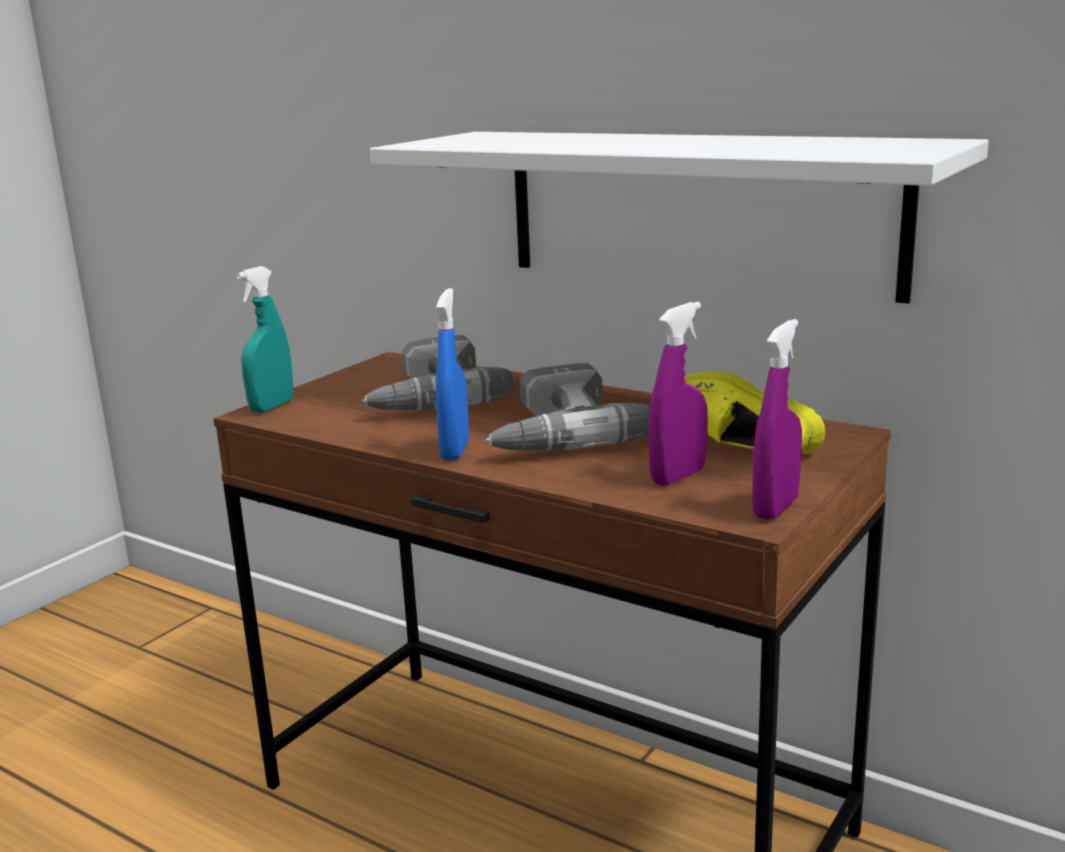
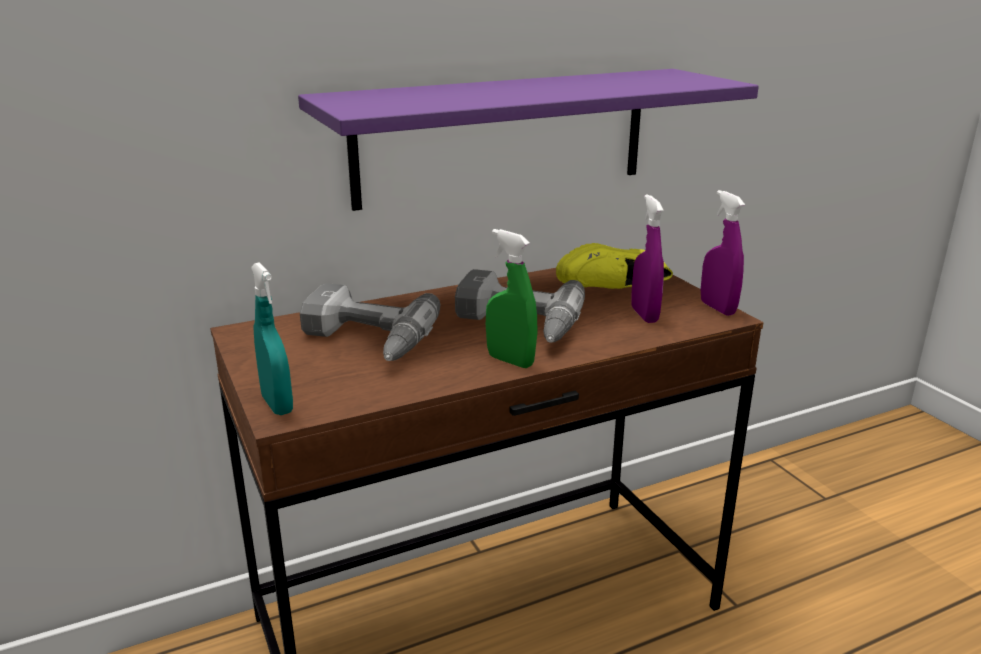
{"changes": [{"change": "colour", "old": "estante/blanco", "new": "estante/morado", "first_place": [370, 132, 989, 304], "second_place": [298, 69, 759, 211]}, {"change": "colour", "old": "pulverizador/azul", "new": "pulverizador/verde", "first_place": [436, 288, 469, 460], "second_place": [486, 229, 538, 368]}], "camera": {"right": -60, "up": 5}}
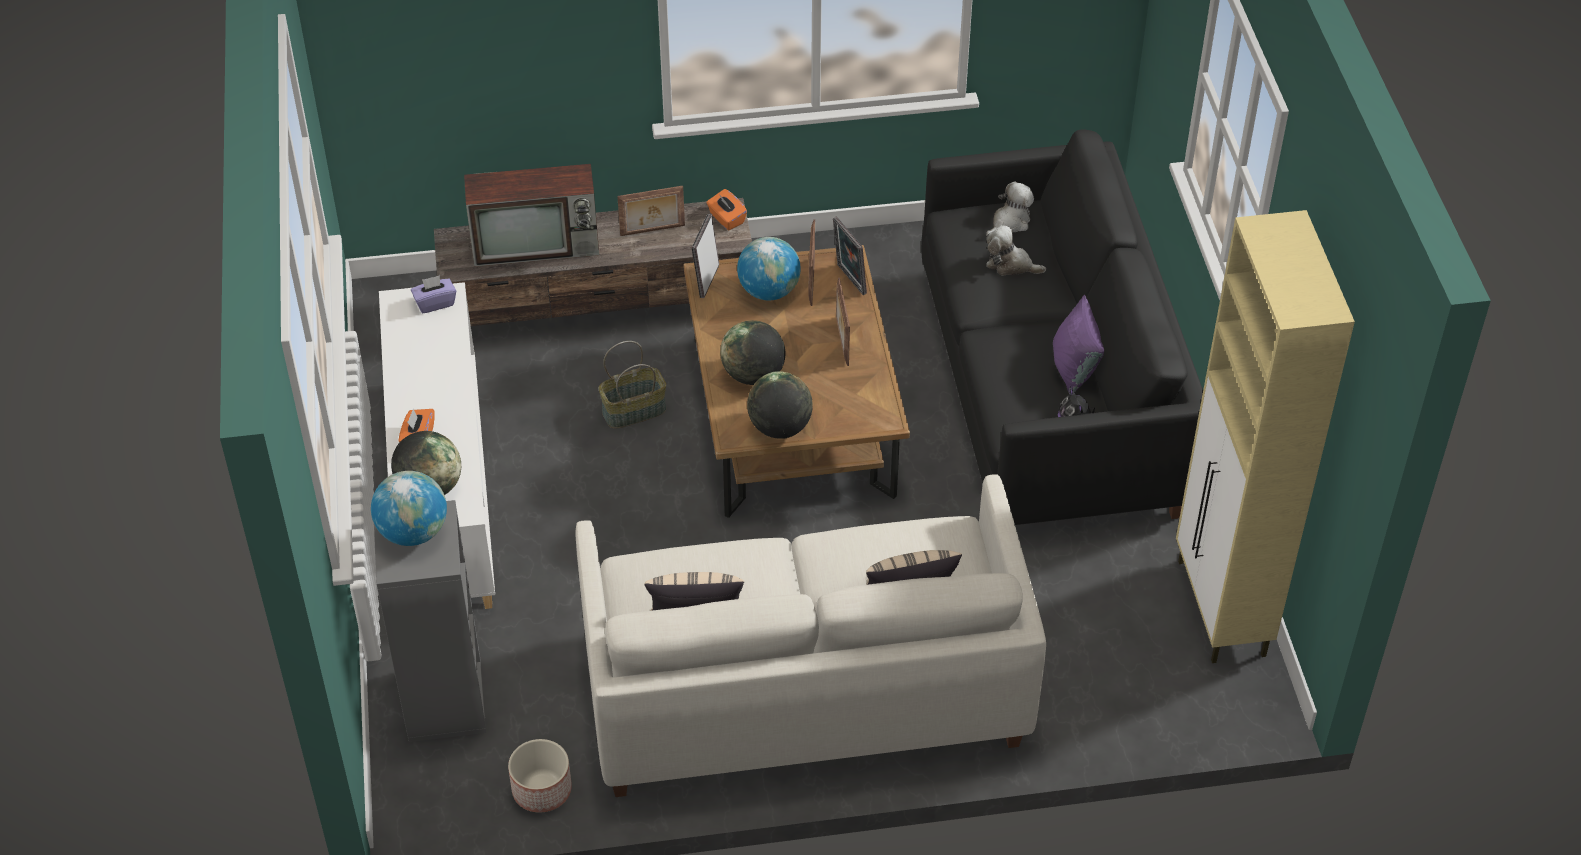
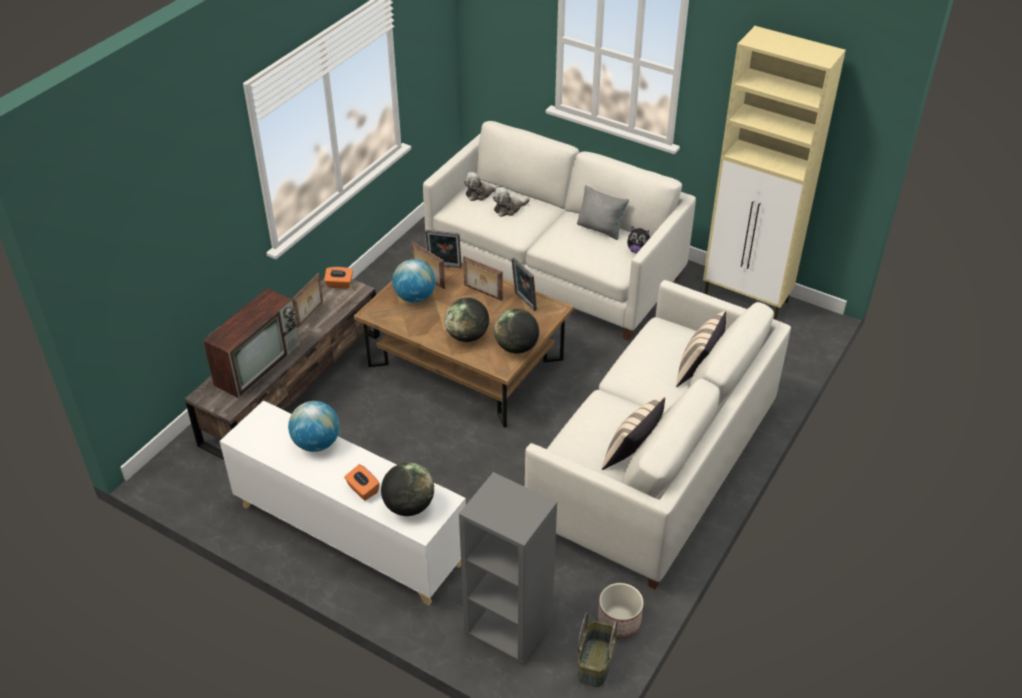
{"changes": [{"change": "colour", "old": "sofá/negro", "new": "sofá/blanco", "first_place": [921, 130, 1203, 525], "second_place": [423, 121, 696, 341]}, {"change": "spun", "old": "peluche", "first_place": [986, 181, 1034, 236], "second_place": [464, 172, 502, 201], "degrees": -105}, {"change": "relocated", "old": "portarretratos", "first_place": [692, 214, 719, 298], "second_place": [511, 258, 537, 311]}, {"change": "missing", "old": "caja de pañuelos/morado", "first_place": [411, 275, 456, 313]}, {"change": "colour", "old": "cojín/morado", "new": "cojín/gris", "first_place": [1053, 295, 1104, 394], "second_place": [577, 185, 629, 240]}, {"change": "relocated", "old": "cesta", "first_place": [598, 341, 666, 429], "second_place": [578, 612, 618, 687]}, {"change": "relocated", "old": "globo terráqueo", "first_place": [371, 471, 447, 546], "second_place": [288, 401, 340, 452]}], "camera": {"right": -50, "up": -5}}
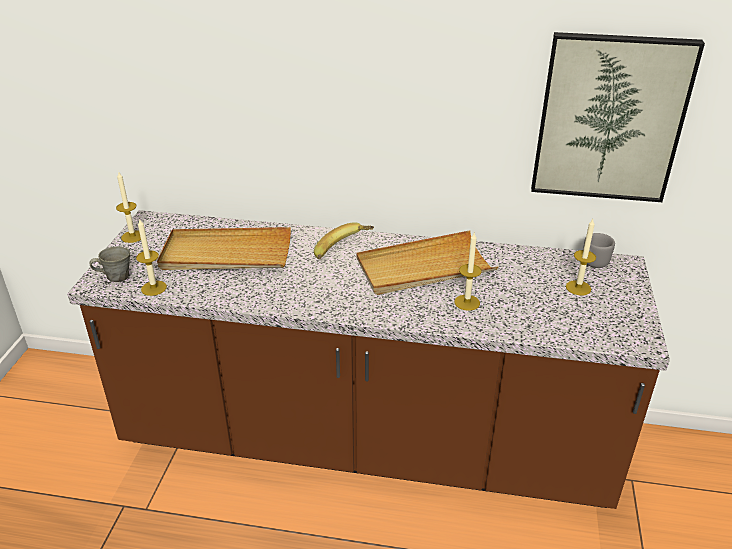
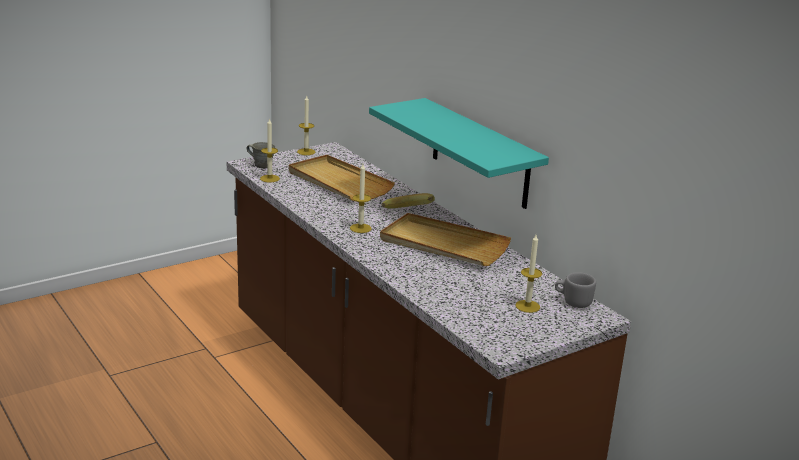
{"changes": [{"change": "missing", "old": "cuadro", "first_place": [531, 32, 705, 202]}, {"change": "relocated", "old": "vela", "first_place": [455, 233, 482, 311], "second_place": [350, 164, 372, 233]}, {"change": "appeared", "new": "estante/turquesa", "second_place": [369, 98, 549, 209]}], "camera": {"right": 45, "up": -10}}
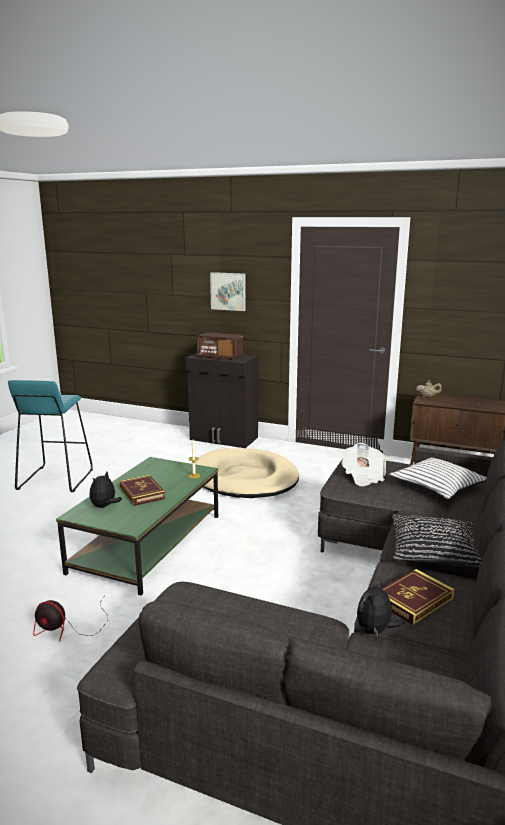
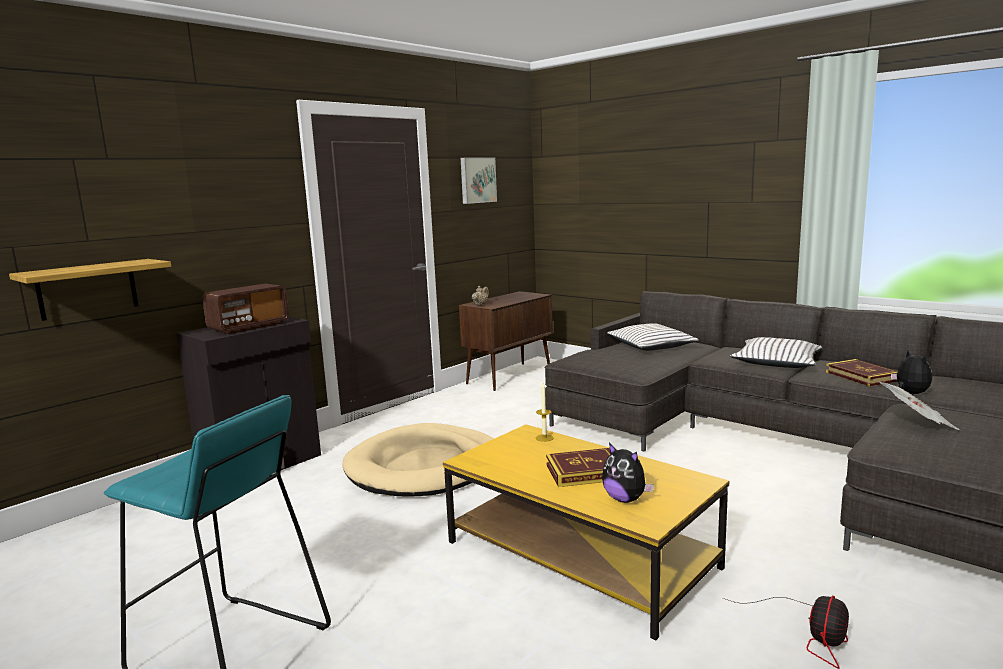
{"changes": [{"change": "relocated", "old": "cuadro", "first_place": [210, 272, 246, 311], "second_place": [461, 157, 497, 204]}, {"change": "relocated", "old": "periódico", "first_place": [341, 443, 386, 486], "second_place": [879, 382, 960, 430]}, {"change": "colour", "old": "mesa de centro/verde", "new": "mesa de centro/amarillo", "first_place": [56, 457, 218, 596], "second_place": [443, 424, 729, 640]}, {"change": "colour", "old": "cojín/negro", "new": "cojín/blanco", "first_place": [392, 514, 482, 568], "second_place": [730, 337, 822, 368]}, {"change": "spun", "old": "peluche", "first_place": [357, 579, 404, 636], "second_place": [891, 349, 932, 394], "degrees": -150}, {"change": "appeared", "new": "estante", "second_place": [9, 259, 171, 321]}], "camera": {"right": -70, "up": -5}}
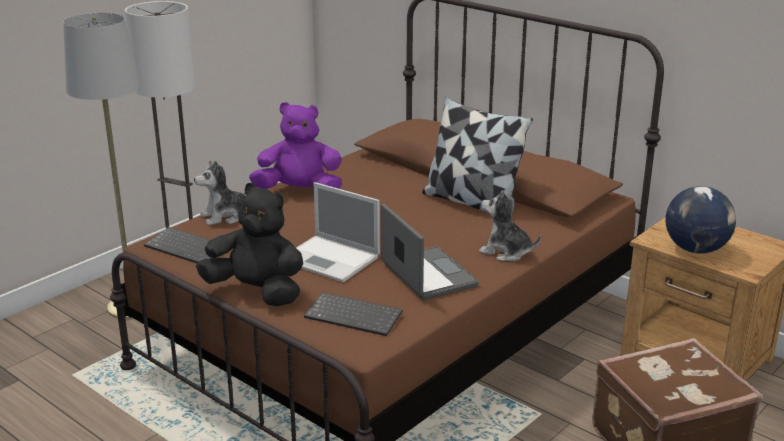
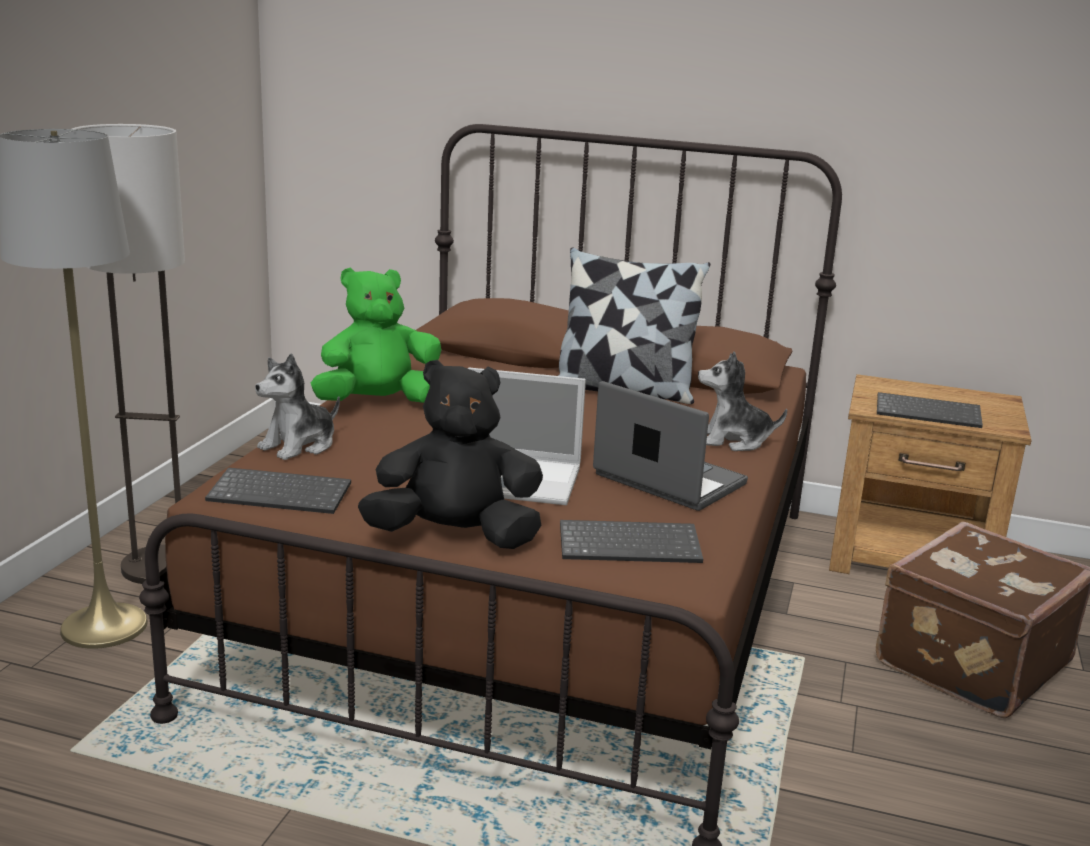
{"changes": [{"change": "colour", "old": "peluche/morado", "new": "peluche/verde", "first_place": [249, 102, 342, 191], "second_place": [311, 268, 441, 403]}, {"change": "exchanged", "old": "globo terráqueo", "new": "teclado", "first_place": [666, 186, 736, 254], "second_place": [877, 392, 983, 428]}], "camera": {"right": -25, "up": -5}}
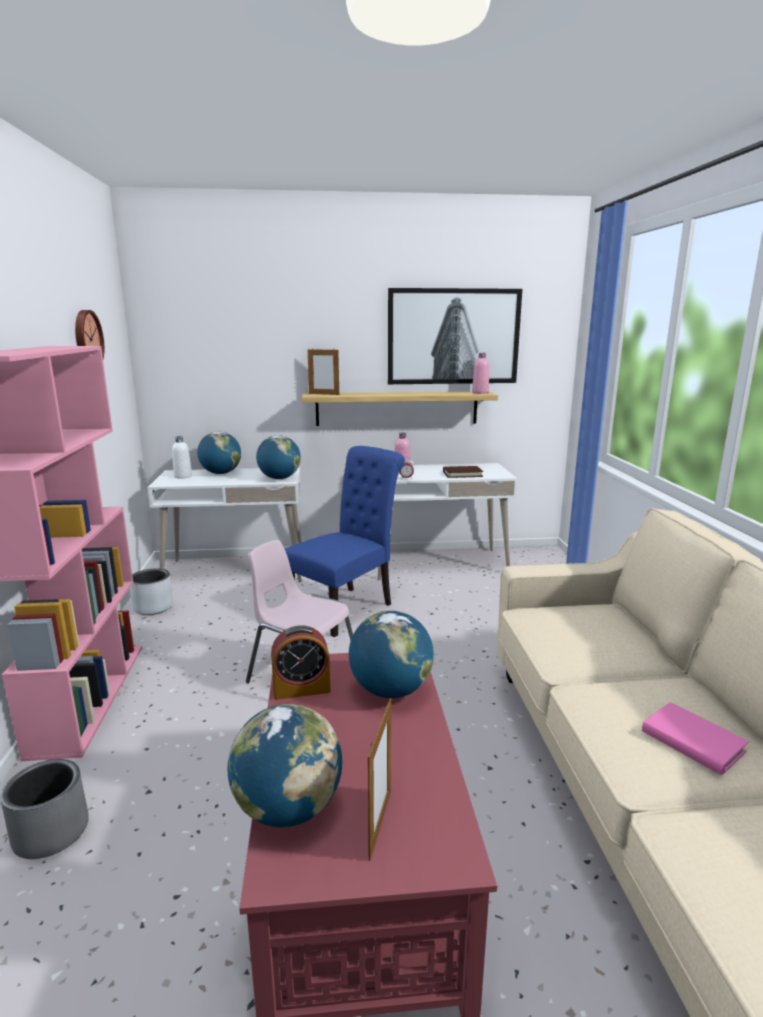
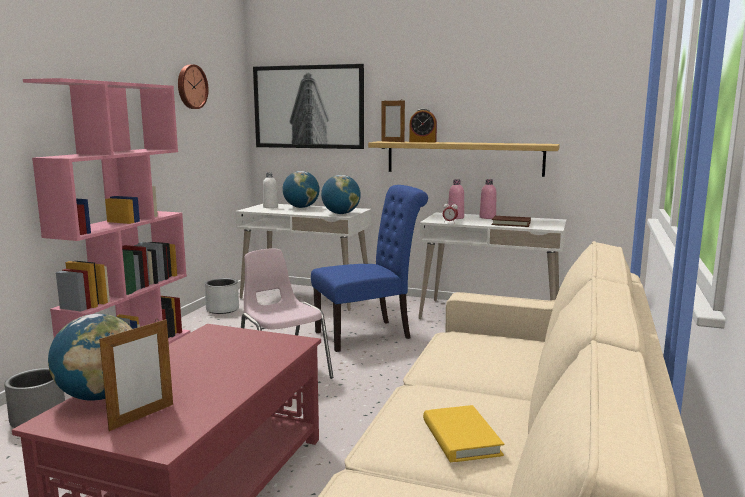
{"changes": [{"change": "relocated", "old": "cuadro", "first_place": [388, 288, 522, 384], "second_place": [253, 64, 364, 149]}, {"change": "relocated", "old": "botella/rosa", "first_place": [472, 353, 489, 394], "second_place": [480, 179, 496, 219]}, {"change": "missing", "old": "globo terráqueo", "first_place": [349, 611, 434, 698]}, {"change": "relocated", "old": "despertador", "first_place": [271, 626, 330, 700], "second_place": [409, 109, 437, 142]}, {"change": "colour", "old": "libro/rosa", "new": "libro/amarillo", "first_place": [642, 702, 749, 775], "second_place": [423, 405, 504, 462]}], "camera": {"right": 25, "up": -5}}
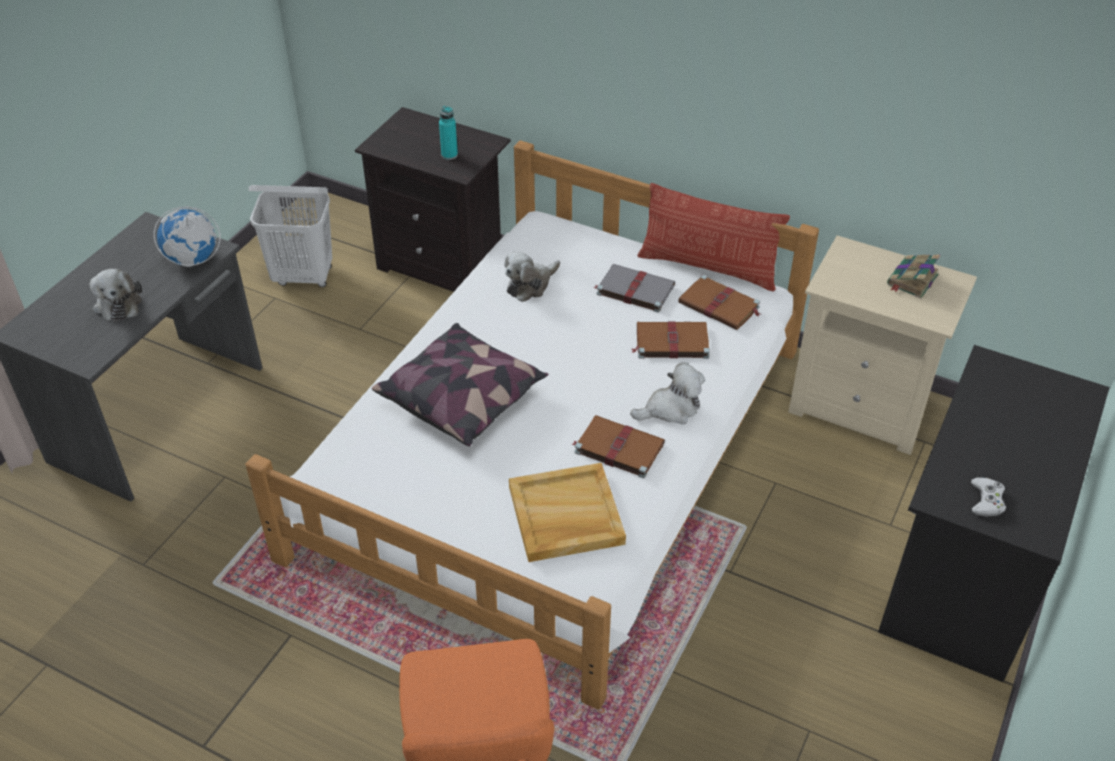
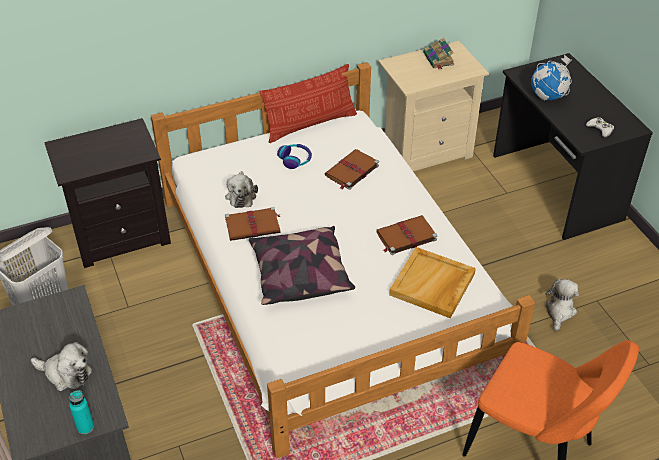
{"changes": [{"change": "relocated", "old": "botella/turquesa", "first_place": [439, 106, 458, 160], "second_place": [69, 390, 94, 434]}, {"change": "relocated", "old": "globo terráqueo", "first_place": [154, 206, 221, 267], "second_place": [531, 54, 572, 100]}, {"change": "exchanged", "old": "libro/gris", "new": "auriculares", "first_place": [594, 264, 675, 312], "second_place": [277, 144, 312, 169]}, {"change": "relocated", "old": "libro/marrón", "first_place": [678, 275, 760, 330], "second_place": [225, 207, 281, 241]}, {"change": "relocated", "old": "peluche", "first_place": [630, 362, 705, 425], "second_place": [545, 279, 579, 331]}], "camera": {"right": -50, "up": 0}}
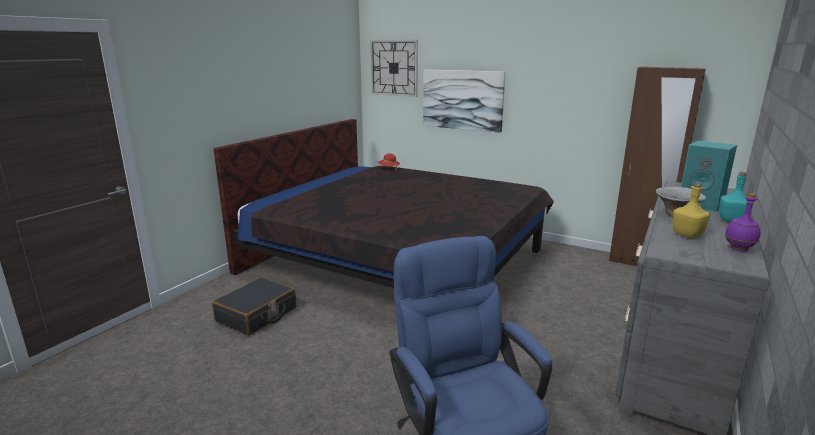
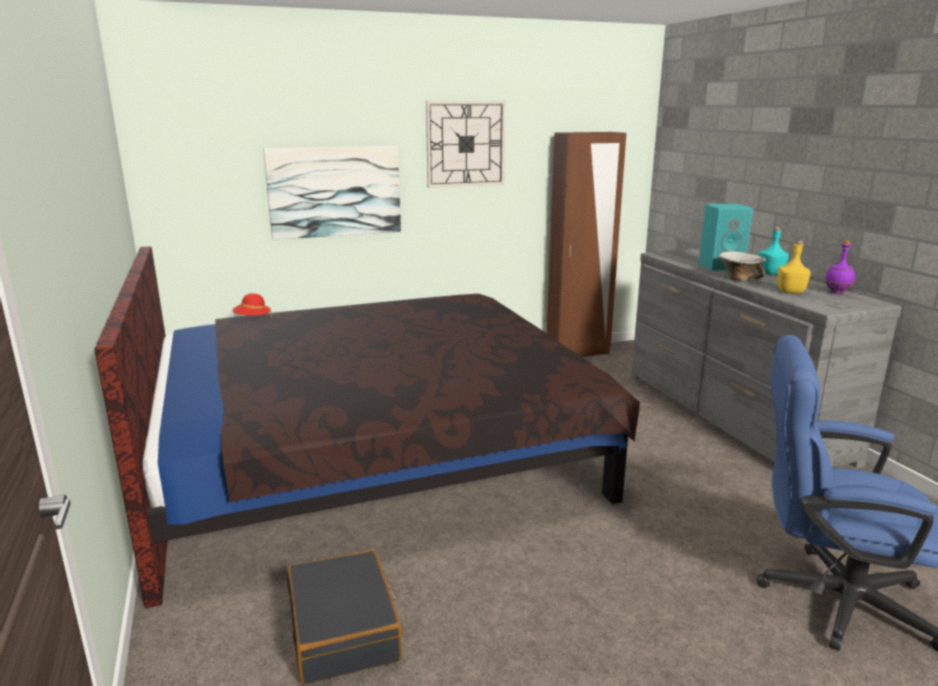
{"changes": [{"change": "relocated", "old": "reloj de pared", "first_place": [370, 40, 418, 97], "second_place": [426, 101, 506, 188]}], "camera": {"right": -50, "up": 0}}
